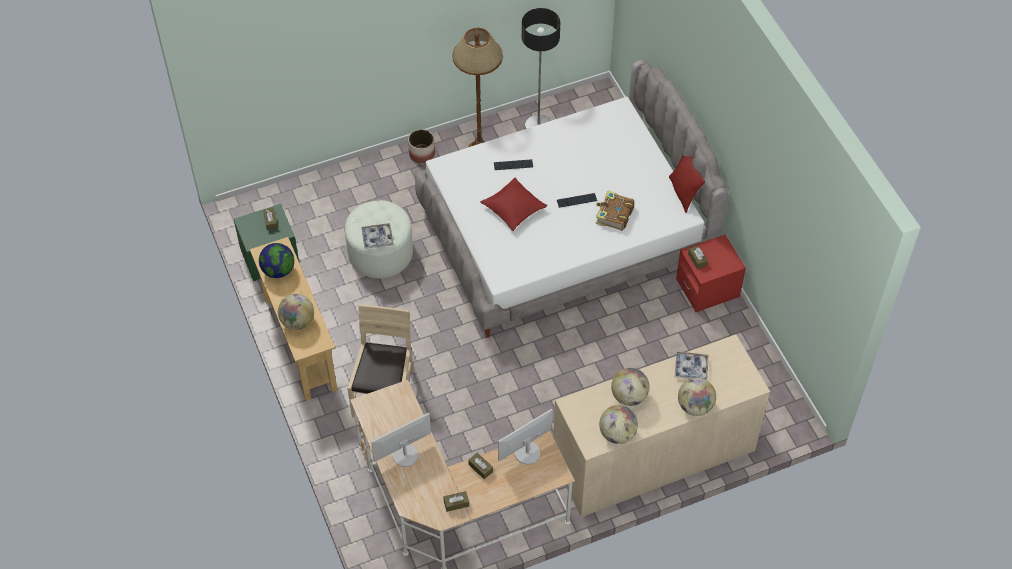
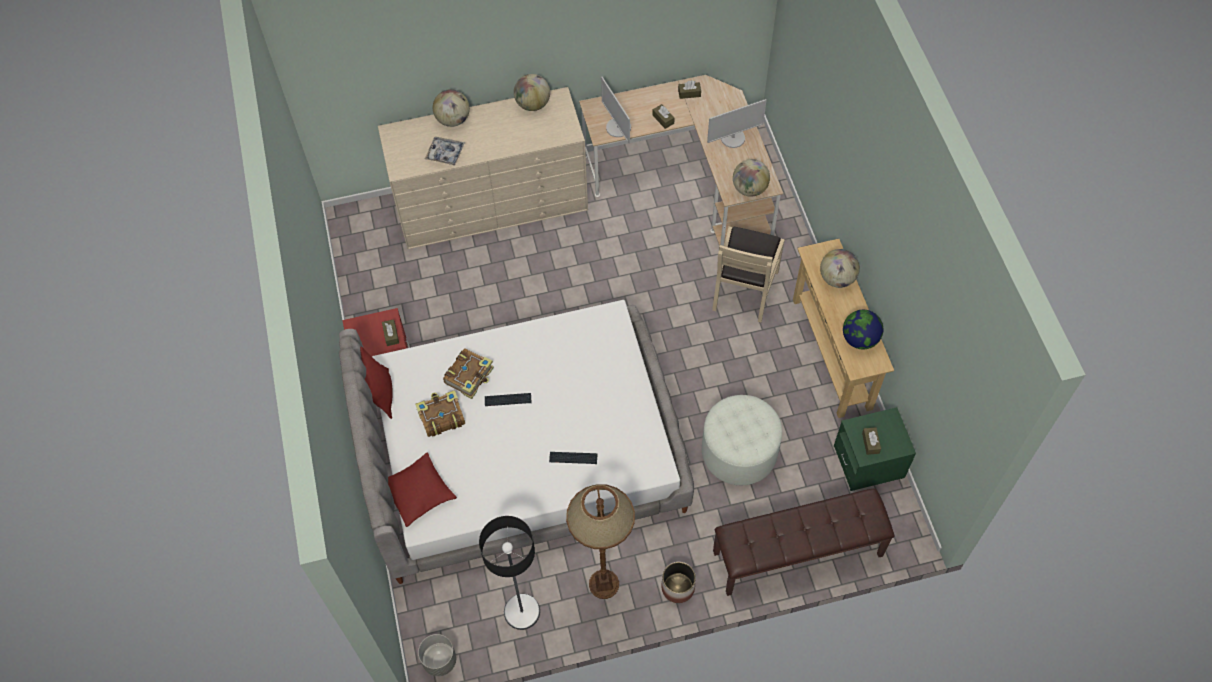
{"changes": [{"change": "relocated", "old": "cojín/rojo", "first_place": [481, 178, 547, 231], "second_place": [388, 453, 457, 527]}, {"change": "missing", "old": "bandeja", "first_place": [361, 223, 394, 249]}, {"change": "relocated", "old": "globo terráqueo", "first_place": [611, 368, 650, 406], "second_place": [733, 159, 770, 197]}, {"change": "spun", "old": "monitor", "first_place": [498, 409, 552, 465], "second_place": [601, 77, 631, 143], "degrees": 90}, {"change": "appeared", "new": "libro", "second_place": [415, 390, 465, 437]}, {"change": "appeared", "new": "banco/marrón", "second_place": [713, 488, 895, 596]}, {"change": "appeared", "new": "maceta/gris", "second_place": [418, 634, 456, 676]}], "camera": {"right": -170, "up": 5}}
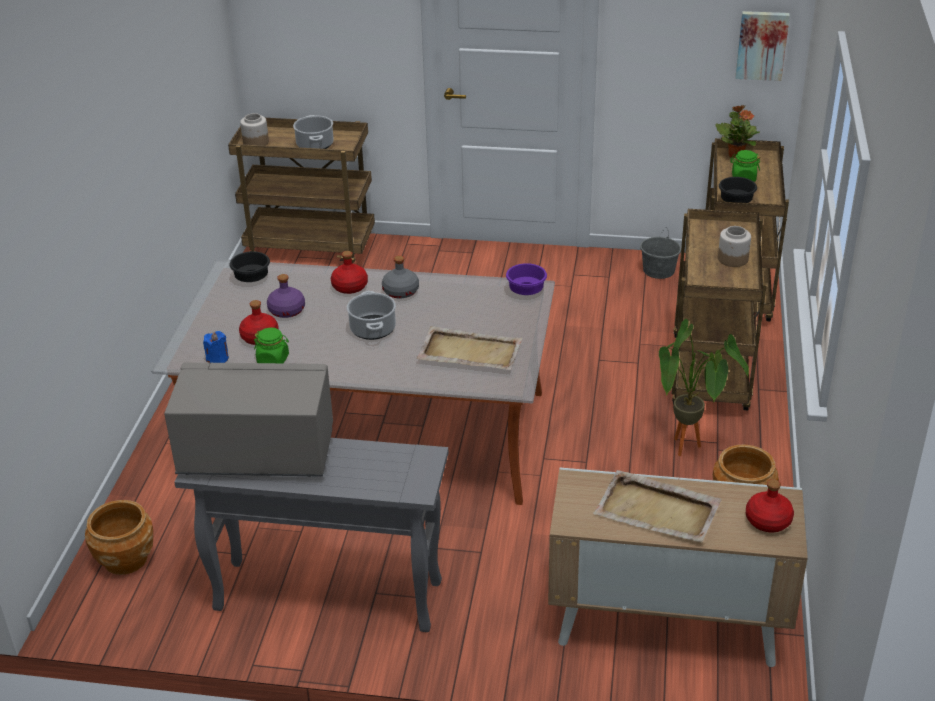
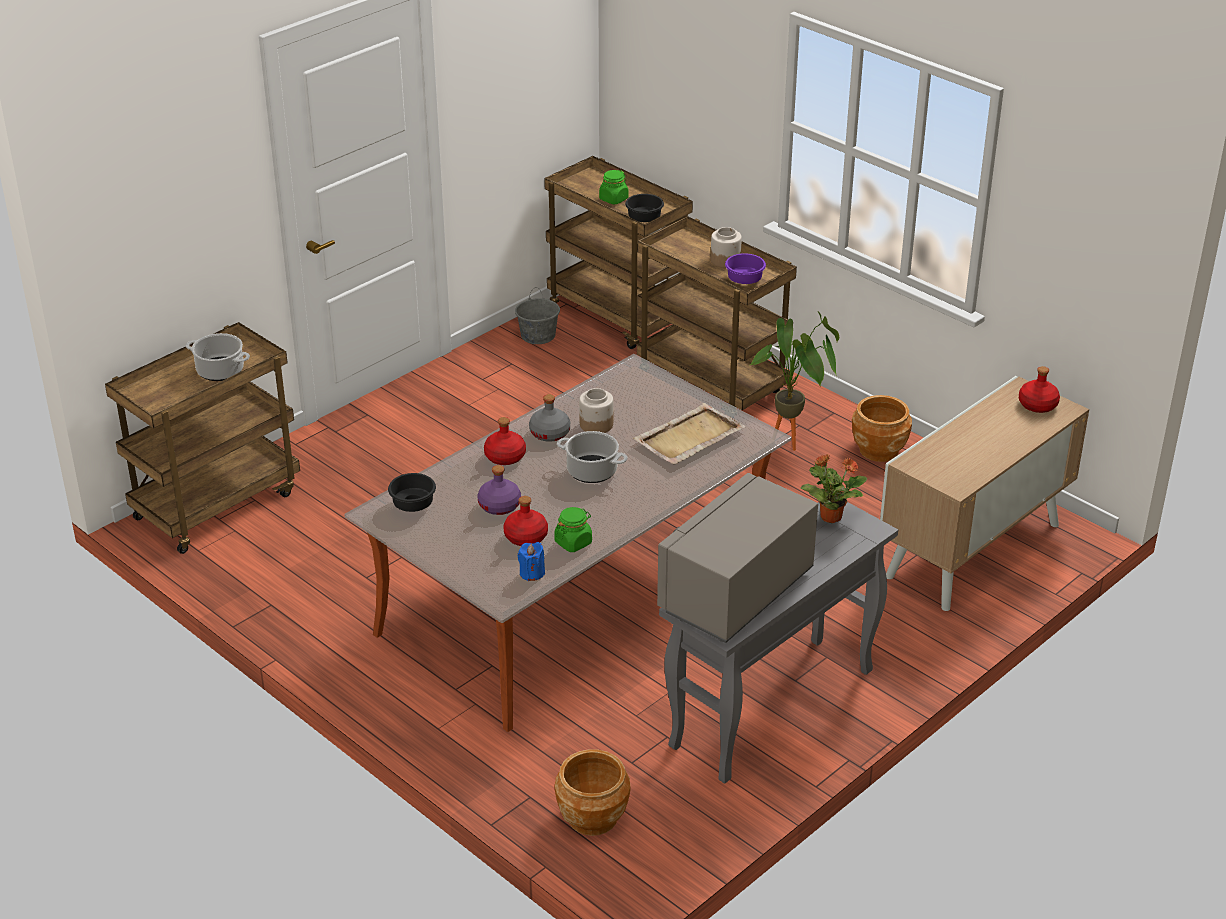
{"changes": [{"change": "missing", "old": "cuadro", "first_place": [735, 11, 790, 81]}, {"change": "relocated", "old": "planta en maceta", "first_place": [715, 105, 760, 158], "second_place": [801, 454, 867, 523]}, {"change": "relocated", "old": "tarro", "first_place": [240, 113, 269, 146], "second_place": [579, 388, 613, 433]}, {"change": "relocated", "old": "cuenco/morado", "first_place": [506, 263, 547, 295], "second_place": [725, 253, 766, 284]}, {"change": "missing", "old": "bandeja/beis", "first_place": [593, 470, 722, 543]}], "camera": {"right": -55, "up": 0}}
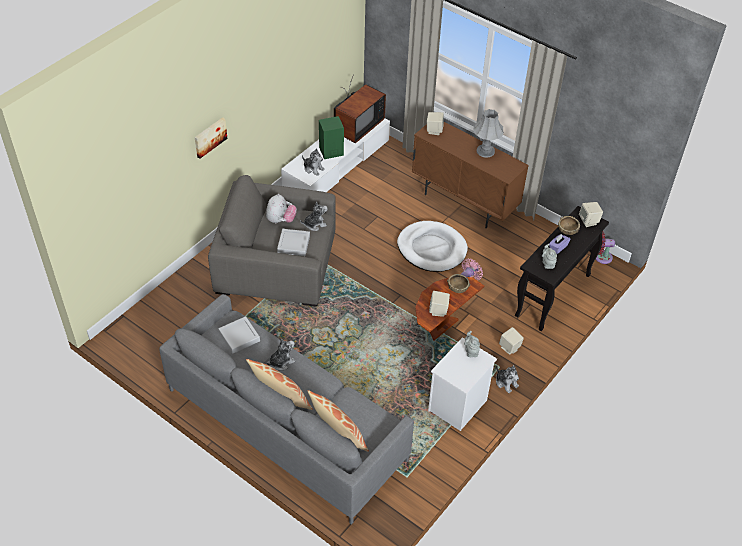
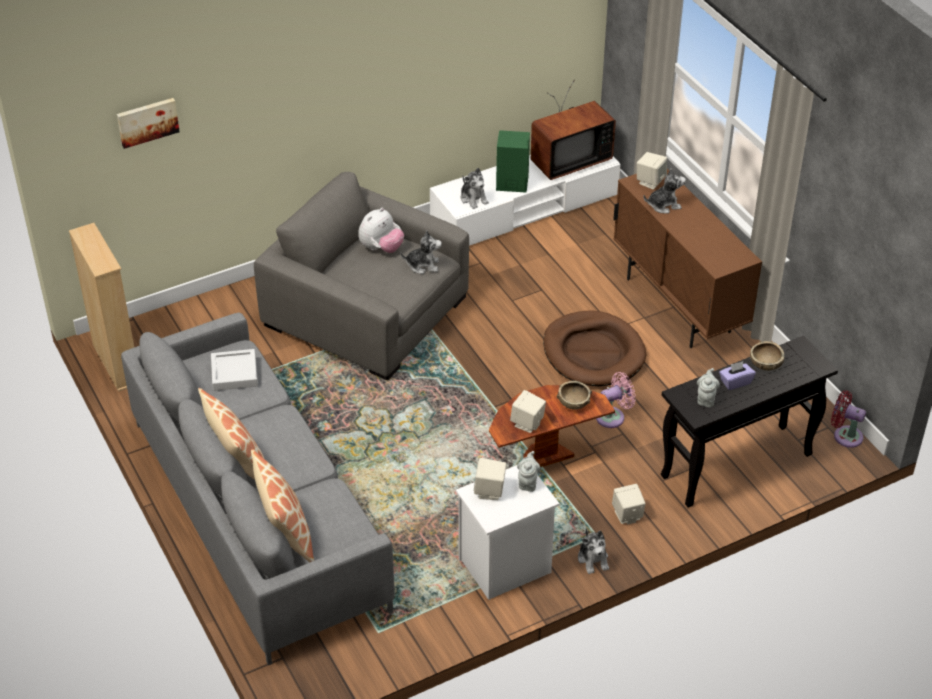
{"changes": [{"change": "missing", "old": "lámpara de mesa/gris", "first_place": [473, 109, 504, 158]}, {"change": "relocated", "old": "cuadro", "first_place": [194, 117, 227, 159], "second_place": [117, 98, 180, 149]}, {"change": "relocated", "old": "altavoz/beis", "first_place": [579, 202, 603, 227], "second_place": [474, 458, 506, 500]}, {"change": "colour", "old": "cama para perro/blanco", "new": "cama para perro/marrón", "first_place": [397, 221, 468, 272], "second_place": [543, 311, 646, 386]}, {"change": "missing", "old": "bandeja/gris", "first_place": [277, 229, 310, 256]}, {"change": "relocated", "old": "peluche", "first_place": [266, 339, 295, 371], "second_place": [643, 169, 686, 214]}, {"change": "appeared", "new": "estantería/beis", "second_place": [69, 223, 134, 392]}], "camera": {"right": 25, "up": -5}}
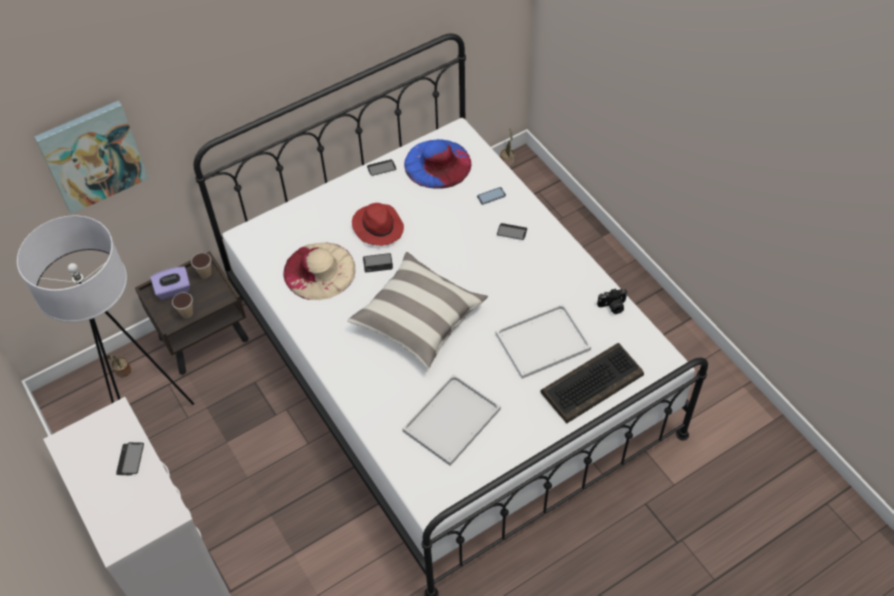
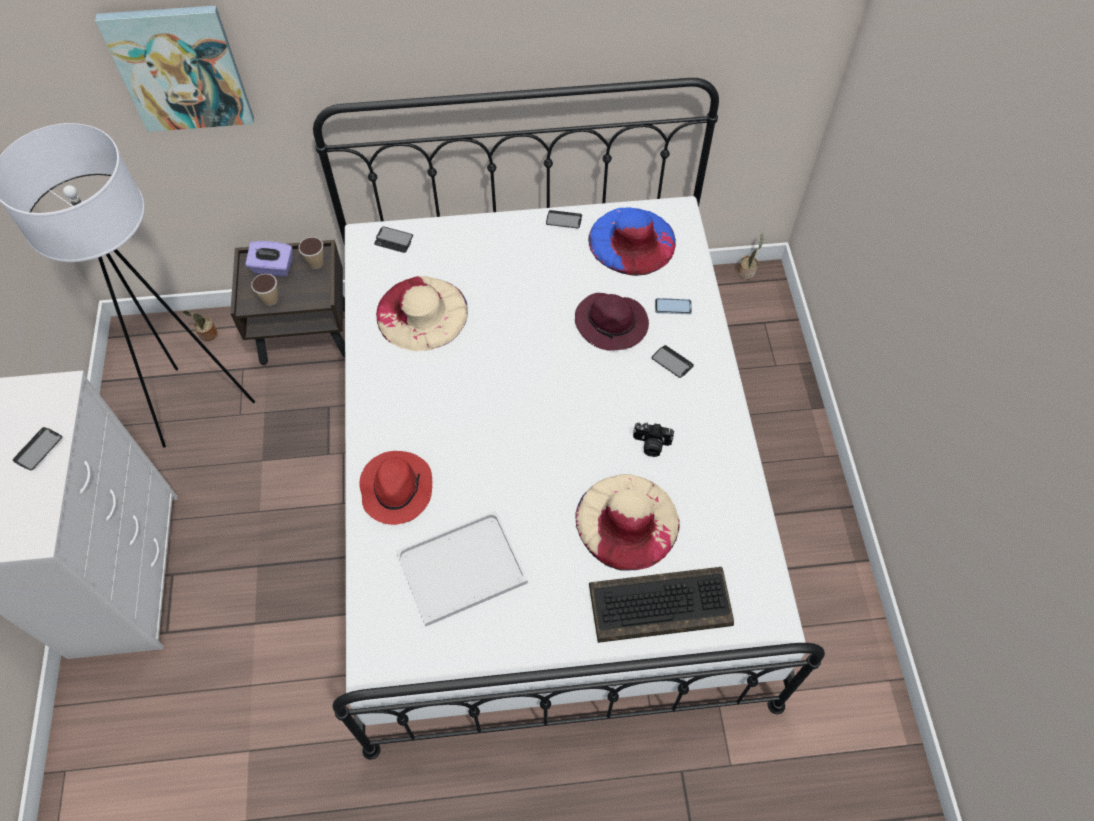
{"changes": [{"change": "relocated", "old": "sombrero/rojo", "first_place": [352, 203, 404, 246], "second_place": [359, 451, 432, 525]}, {"change": "missing", "old": "cojín", "first_place": [347, 252, 488, 369]}, {"change": "relocated", "old": "móvil", "first_place": [363, 253, 393, 273], "second_place": [374, 226, 413, 253]}, {"change": "relocated", "old": "cámara", "first_place": [597, 289, 628, 314], "second_place": [633, 422, 674, 457]}, {"change": "exchanged", "old": "bandeja/blanco", "new": "sombrero/beis", "first_place": [495, 304, 591, 379], "second_place": [575, 474, 680, 571]}, {"change": "appeared", "new": "sombrero/morado", "second_place": [575, 293, 649, 351]}], "camera": {"right": 25, "up": 5}}
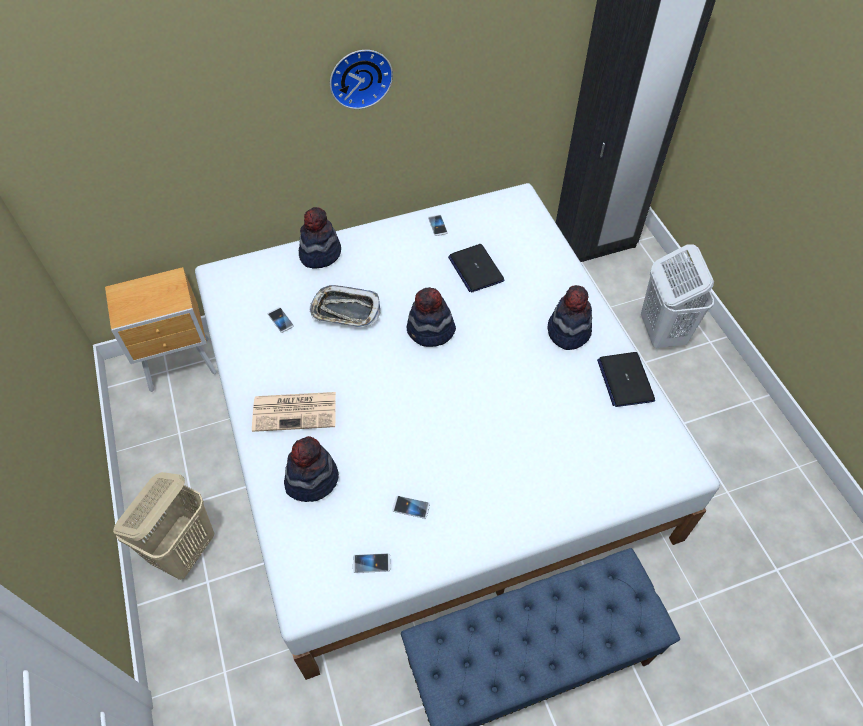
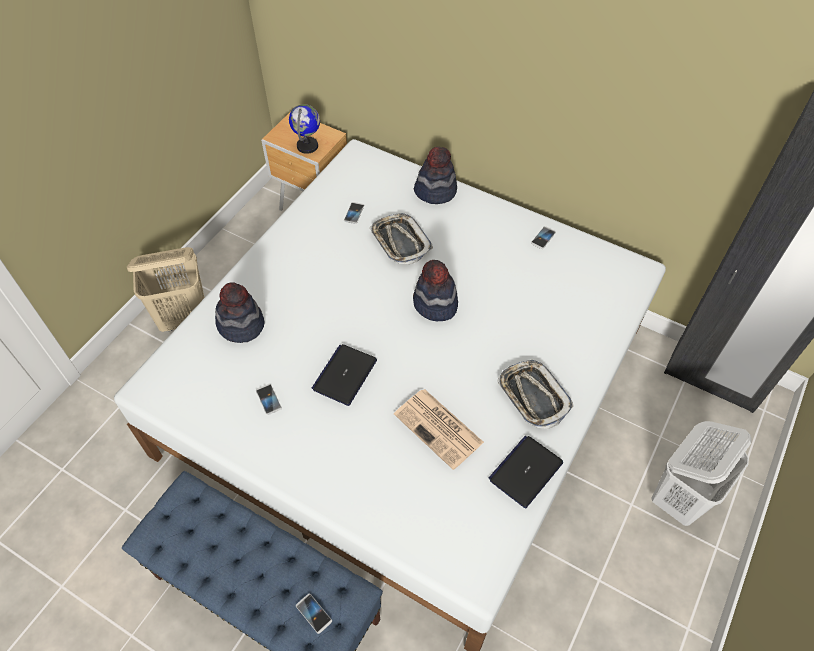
{"changes": [{"change": "missing", "old": "reloj de pared", "first_place": [330, 50, 393, 109]}, {"change": "relocated", "old": "portátil", "first_place": [448, 244, 504, 292], "second_place": [312, 344, 377, 406]}, {"change": "exchanged", "old": "sombrero", "new": "bandeja", "first_place": [548, 285, 592, 350], "second_place": [497, 360, 574, 429]}, {"change": "relocated", "old": "periódico", "first_place": [252, 392, 336, 432], "second_place": [394, 389, 484, 470]}, {"change": "relocated", "old": "móvil", "first_place": [353, 553, 391, 573], "second_place": [296, 593, 332, 634]}, {"change": "appeared", "new": "globo terráqueo", "second_place": [289, 104, 320, 154]}], "camera": {"right": 50, "up": 0}}
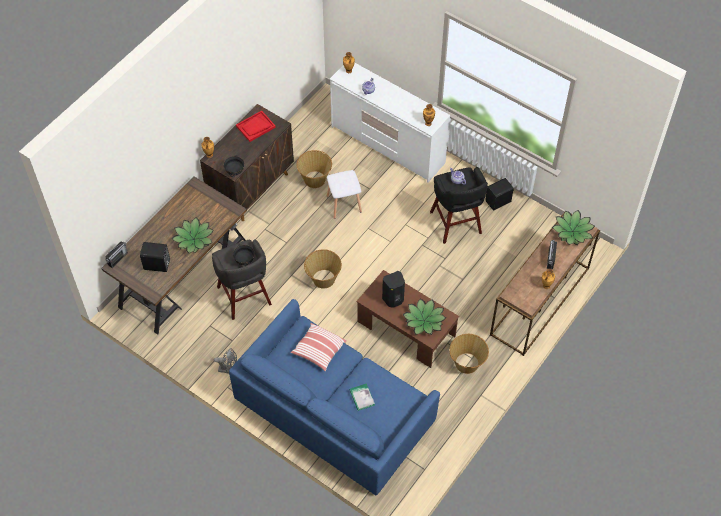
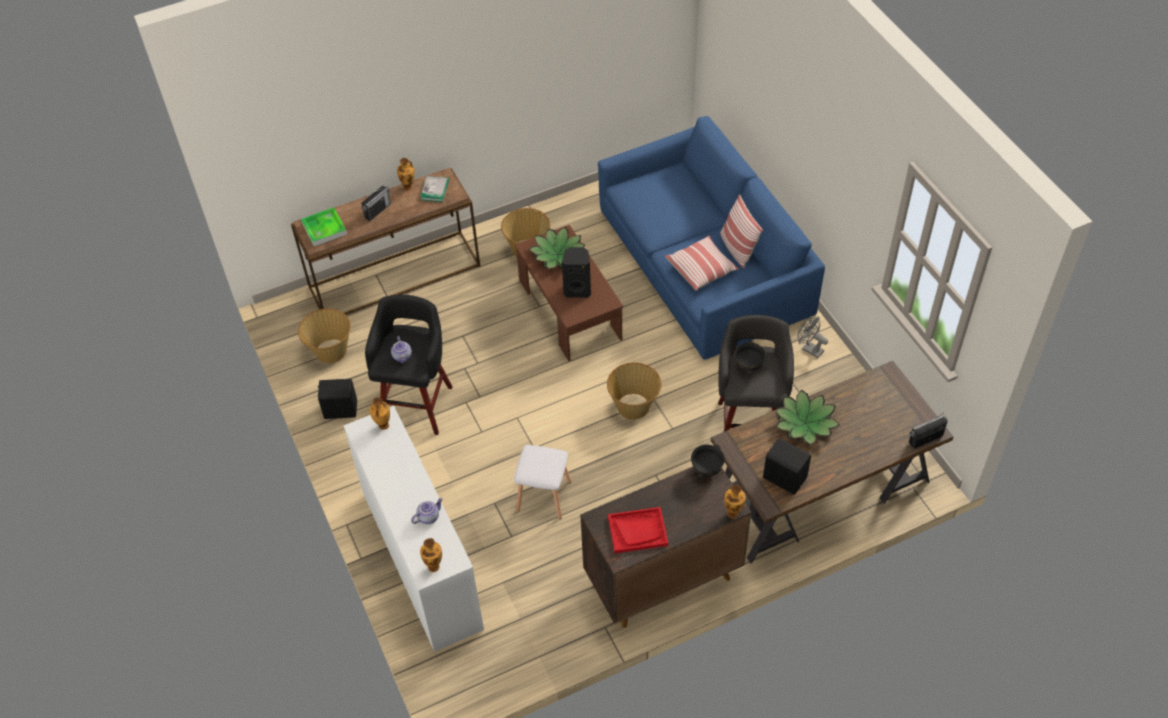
{"changes": [{"change": "relocated", "old": "cesta", "first_place": [297, 150, 332, 188], "second_place": [298, 309, 351, 363]}, {"change": "exchanged", "old": "planta en maceta", "new": "bandeja", "first_place": [552, 210, 595, 245], "second_place": [301, 207, 347, 246]}, {"change": "relocated", "old": "altavoz/negro", "first_place": [140, 242, 170, 272], "second_place": [763, 438, 811, 495]}, {"change": "relocated", "old": "libro", "first_place": [349, 383, 375, 411], "second_place": [420, 176, 449, 202]}, {"change": "appeared", "new": "cojín", "second_place": [720, 194, 763, 269]}], "camera": {"right": -150, "up": -5}}
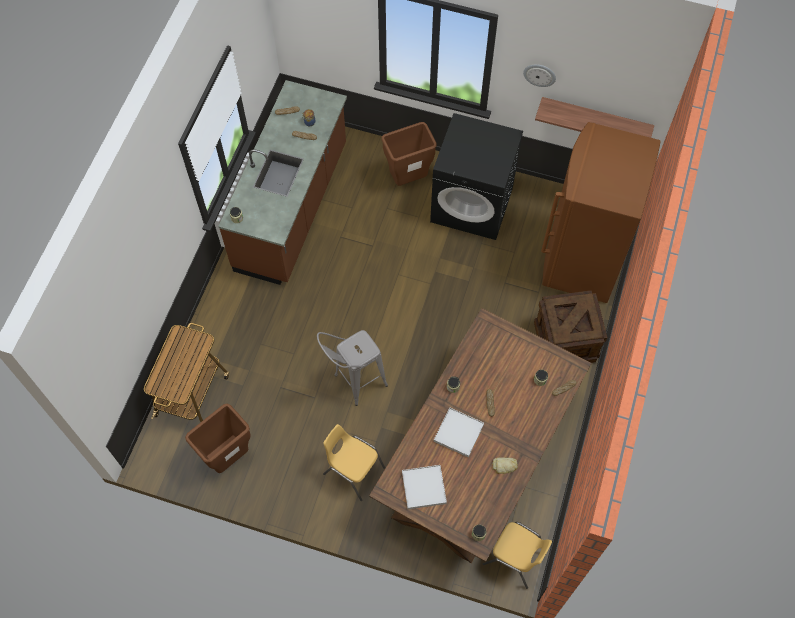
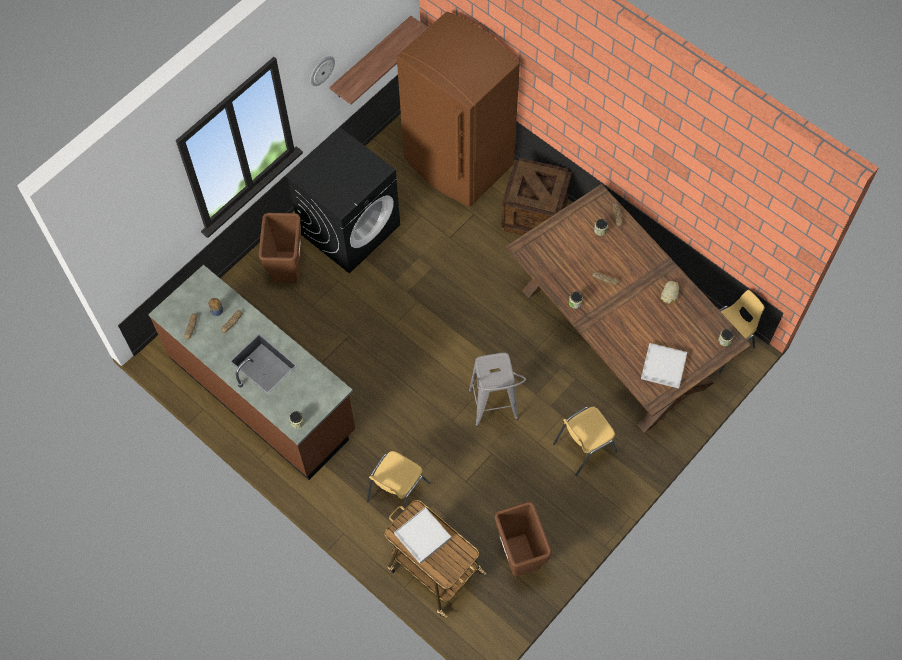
{"changes": [{"change": "relocated", "old": "bandeja/blanco", "first_place": [434, 407, 484, 457], "second_place": [394, 507, 451, 564]}, {"change": "appeared", "new": "silla/amarillo", "second_place": [367, 451, 430, 522]}], "camera": {"right": -65, "up": 0}}
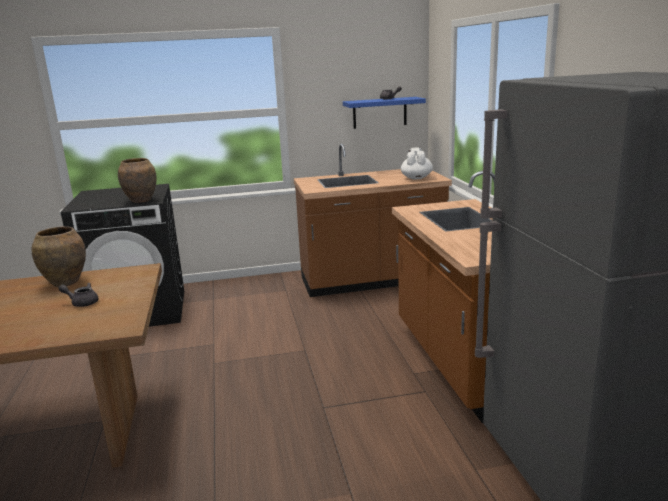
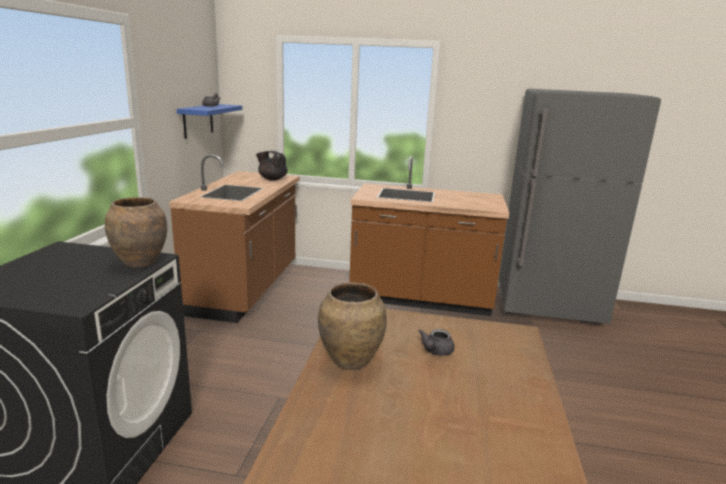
{"changes": [{"change": "colour", "old": "tetera/blanco", "new": "tetera/negro", "first_place": [401, 147, 433, 180], "second_place": [256, 151, 288, 181]}], "camera": {"right": -70, "up": 0}}
